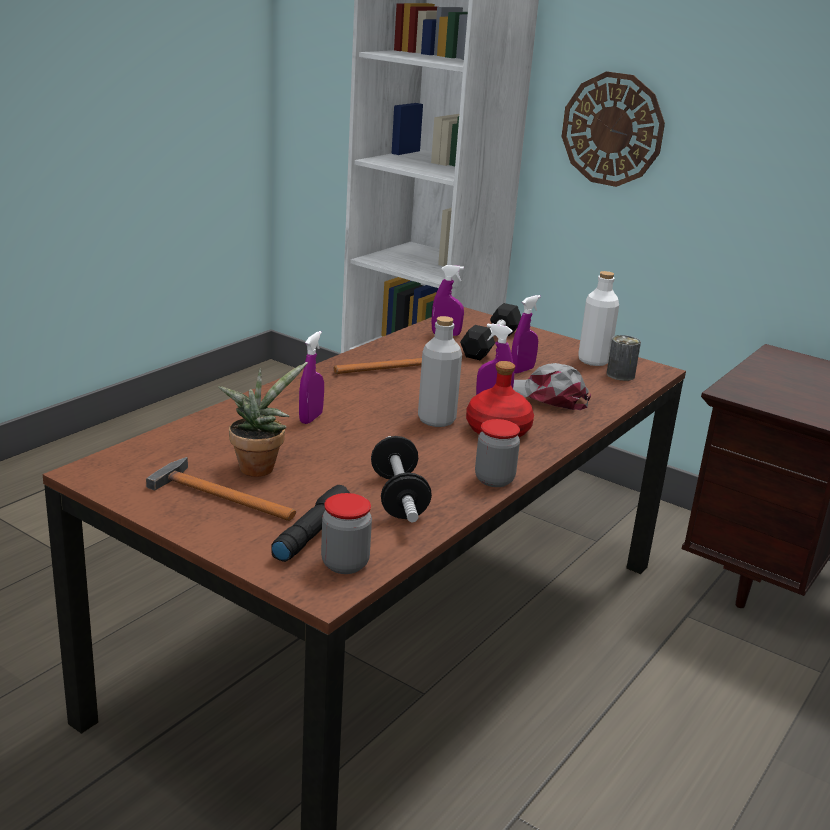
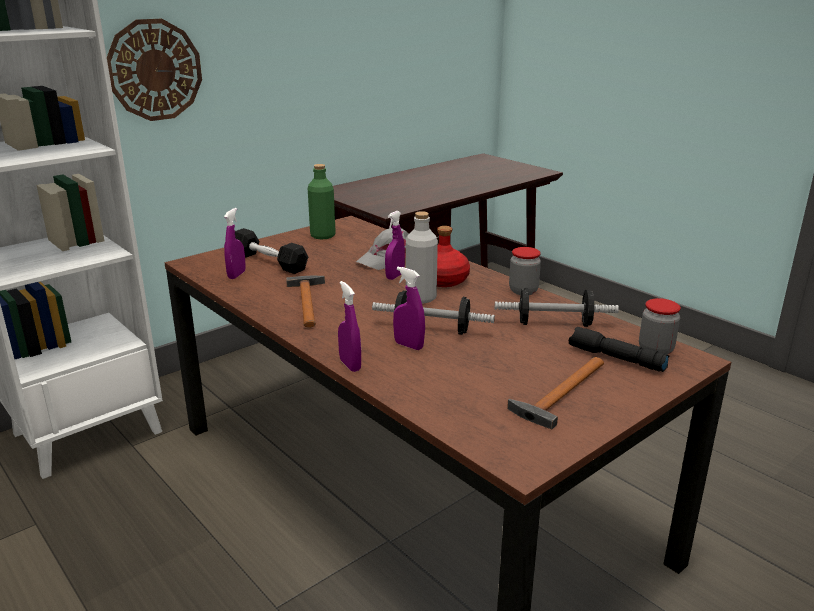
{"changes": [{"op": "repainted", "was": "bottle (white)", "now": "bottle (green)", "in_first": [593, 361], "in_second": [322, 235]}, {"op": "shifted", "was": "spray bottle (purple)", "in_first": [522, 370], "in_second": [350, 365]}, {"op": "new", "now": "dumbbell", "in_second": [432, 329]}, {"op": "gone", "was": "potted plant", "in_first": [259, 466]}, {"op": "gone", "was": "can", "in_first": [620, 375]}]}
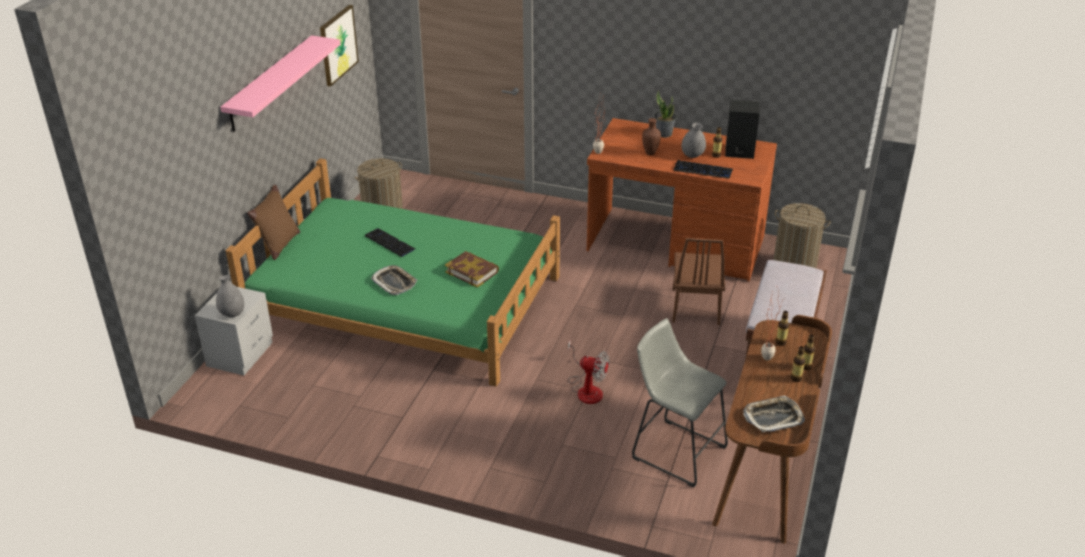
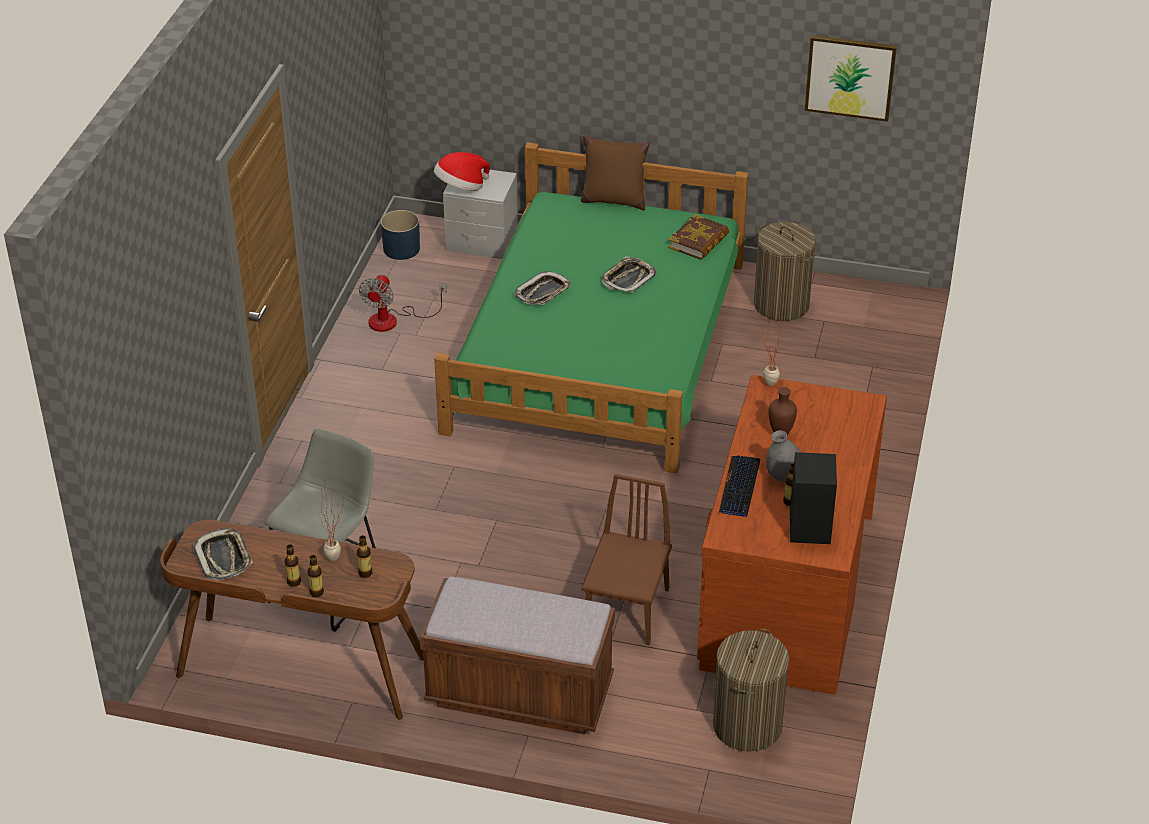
{"changes": [{"op": "shifted", "was": "fan", "in_first": [586, 389], "in_second": [393, 320]}, {"op": "new", "now": "planter (blue)", "in_second": [401, 249]}, {"op": "swapped", "was": "vase (grey)", "now": "hat", "in_first": [232, 314], "in_second": [461, 187]}, {"op": "rotated", "was": "chair (brown)", "in_first": [695, 306], "in_second": [626, 610], "clockwise": 105}, {"op": "swapped", "was": "keyboard", "now": "tray", "in_first": [390, 243], "in_second": [628, 279]}, {"op": "shifted", "was": "book", "in_first": [472, 272], "in_second": [699, 242]}, {"op": "gone", "was": "shelf (pink)", "in_first": [270, 83]}, {"op": "gone", "was": "potted plant", "in_first": [664, 133]}]}
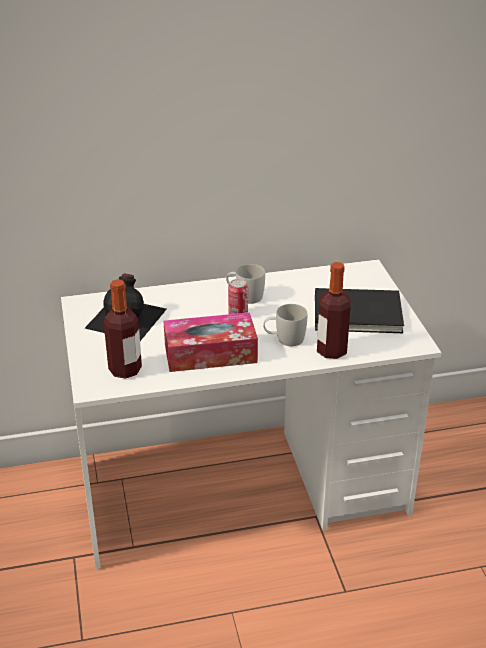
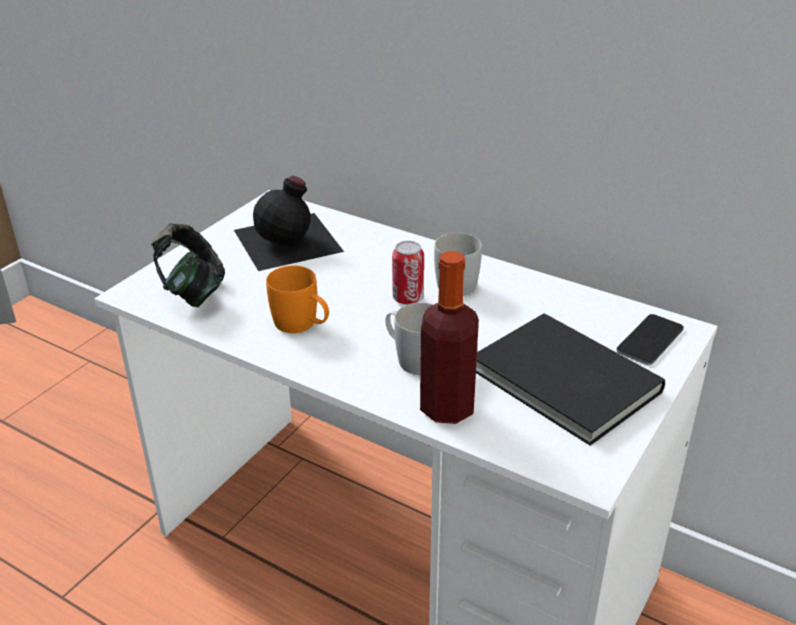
{"changes": [{"op": "swapped", "was": "bottle", "now": "headphones", "in_first": [125, 370], "in_second": [193, 292]}, {"op": "swapped", "was": "tissue box", "now": "mug (orange)", "in_first": [210, 353], "in_second": [302, 325]}, {"op": "new", "now": "phone", "in_second": [650, 340]}]}
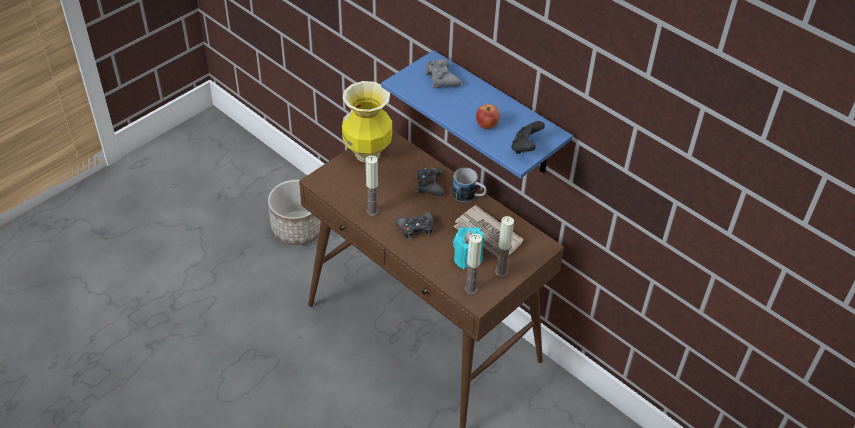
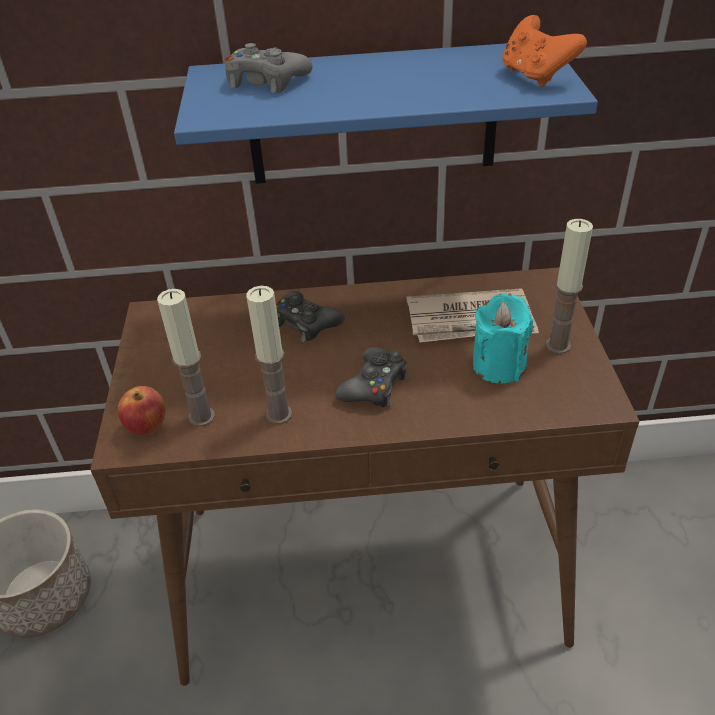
{"changes": [{"op": "shifted", "was": "apple", "in_first": [487, 125], "in_second": [147, 426]}, {"op": "shifted", "was": "candle", "in_first": [471, 289], "in_second": [201, 417]}, {"op": "repainted", "was": "game controller (black)", "now": "game controller (orange)", "in_first": [525, 147], "in_second": [535, 76]}, {"op": "gone", "was": "vase", "in_first": [367, 153]}, {"op": "gone", "was": "mug", "in_first": [469, 196]}]}
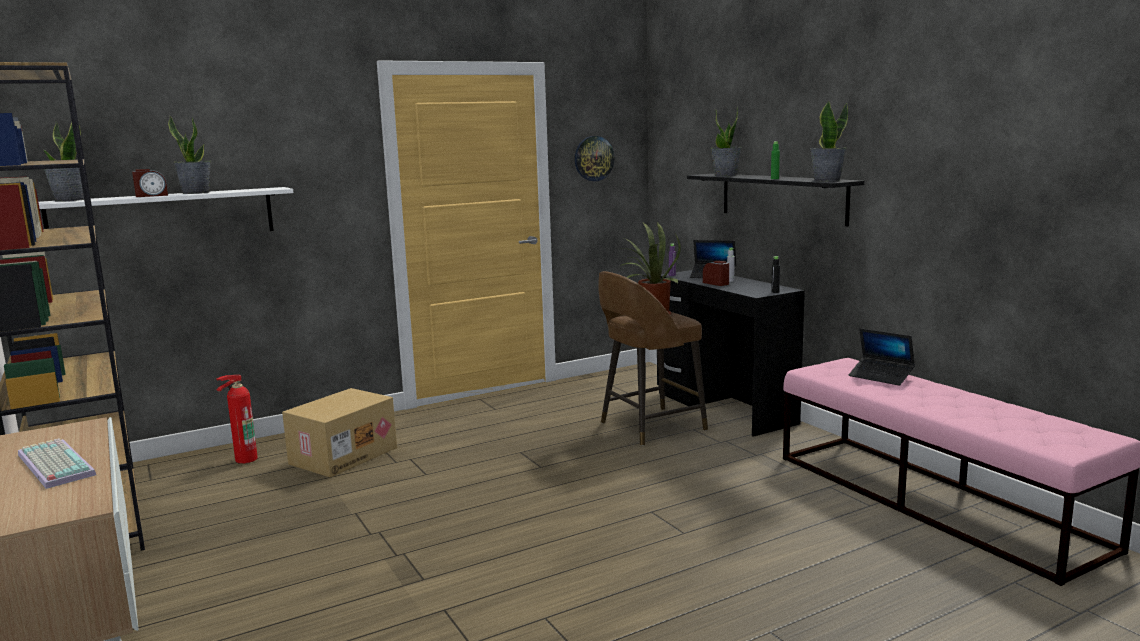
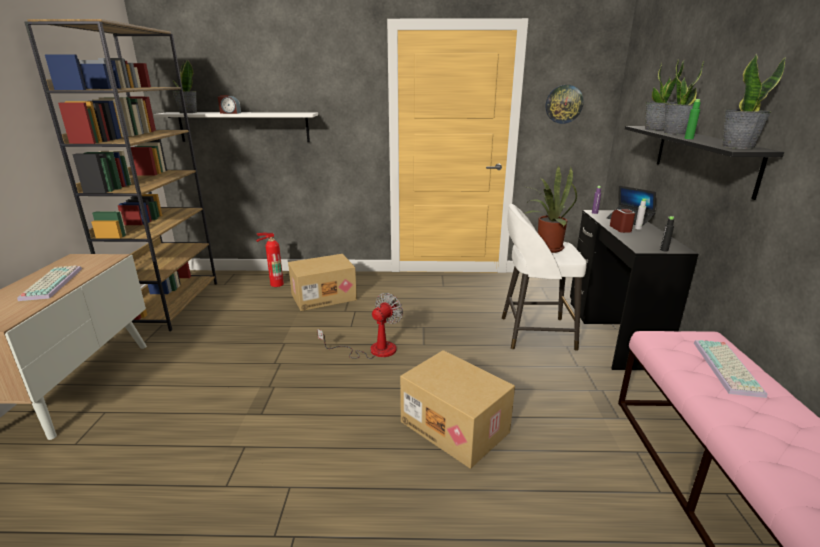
{"changes": [{"op": "new", "now": "fan", "in_second": [373, 350]}, {"op": "new", "now": "cardboard box", "in_second": [456, 426]}, {"op": "repainted", "was": "stool (brown)", "now": "stool (white)", "in_first": [650, 427], "in_second": [534, 333]}, {"op": "shifted", "was": "potted plant", "in_first": [196, 193], "in_second": [675, 133]}, {"op": "swapped", "was": "laptop", "now": "keyboard", "in_first": [881, 376], "in_second": [729, 369]}]}
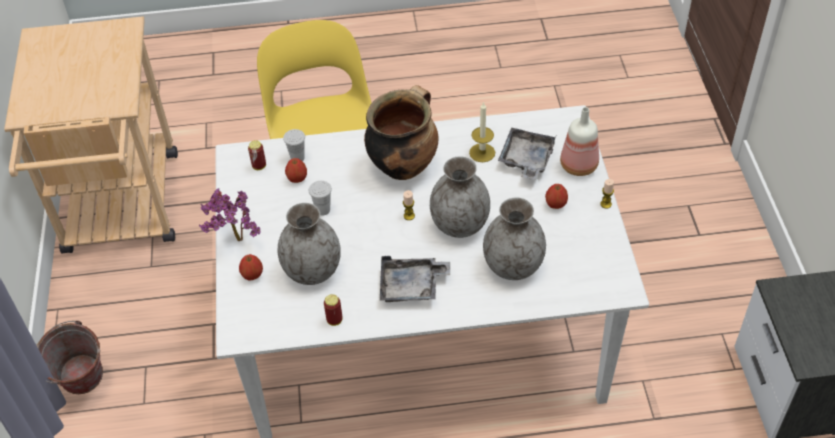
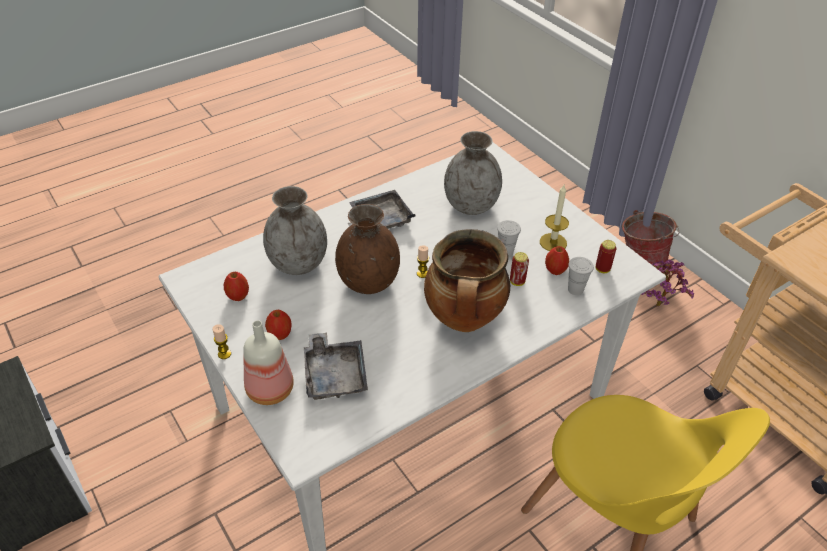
{"changes": [{"op": "shifted", "was": "apple", "in_first": [252, 275], "in_second": [238, 296]}, {"op": "repainted", "was": "vase (grey)", "now": "vase (brown)", "in_first": [459, 225], "in_second": [368, 281]}, {"op": "shifted", "was": "can", "in_first": [334, 320], "in_second": [517, 281]}, {"op": "shifted", "was": "candle", "in_first": [482, 152], "in_second": [553, 242]}, {"op": "shifted", "was": "potted plant", "in_first": [234, 241], "in_second": [659, 303]}]}
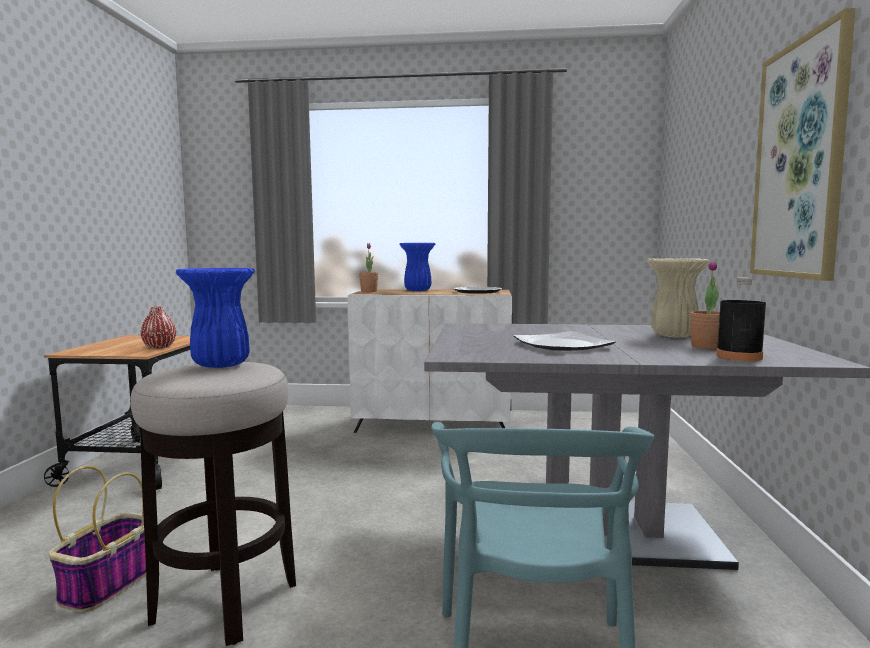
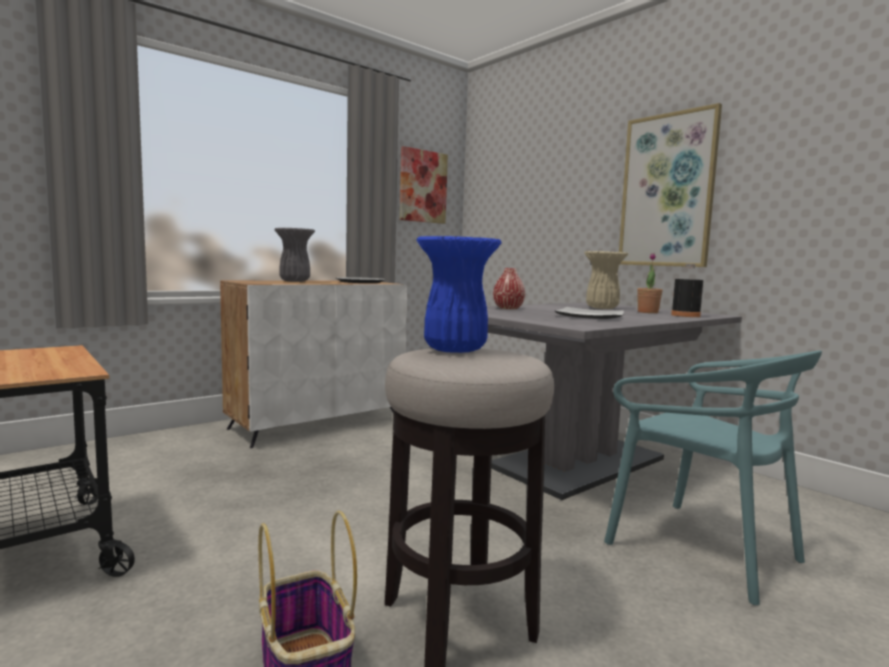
{"changes": [{"op": "repainted", "was": "vase (blue)", "now": "vase (grey)", "in_first": [418, 290], "in_second": [295, 281]}, {"op": "new", "now": "picture", "in_second": [423, 186]}, {"op": "shifted", "was": "vase (red)", "in_first": [159, 347], "in_second": [508, 308]}, {"op": "gone", "was": "potted plant", "in_first": [369, 291]}]}
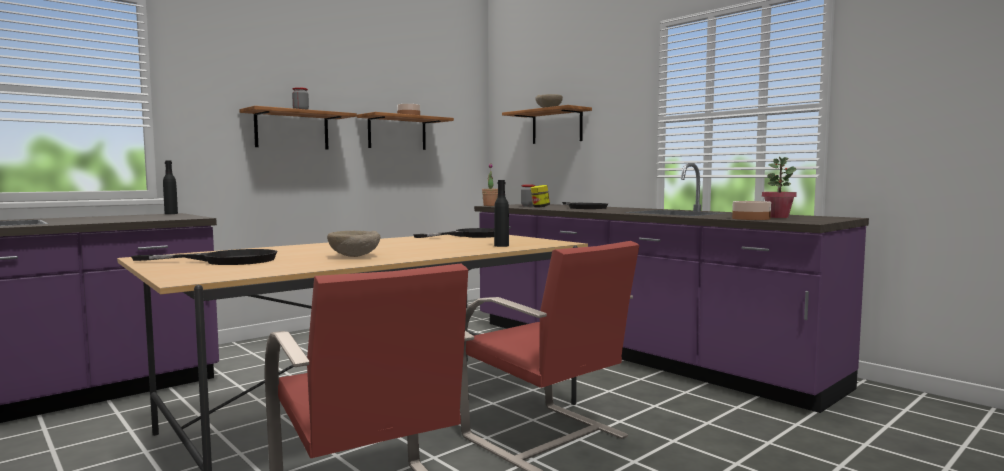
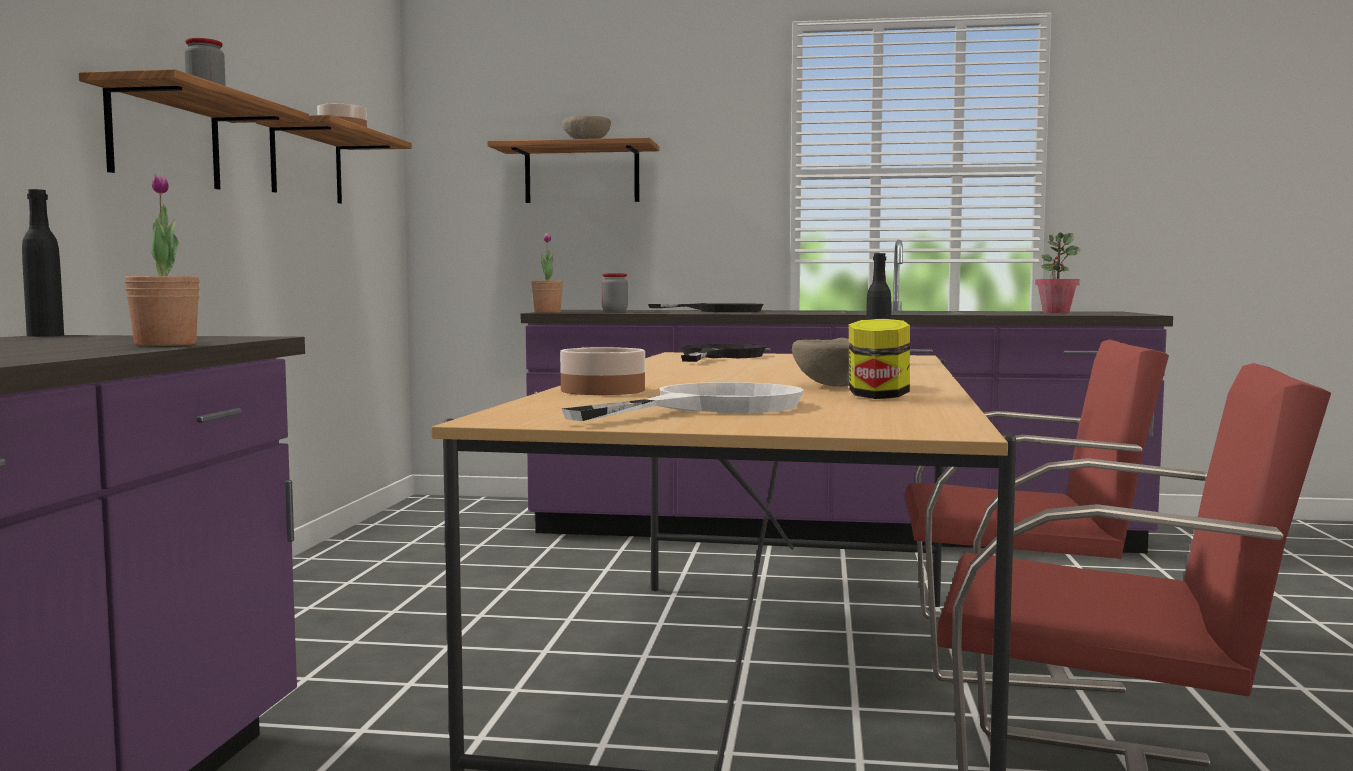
{"changes": [{"op": "new", "now": "potted plant", "in_second": [165, 344]}, {"op": "shifted", "was": "bowl", "in_first": [751, 218], "in_second": [603, 390]}, {"op": "repainted", "was": "frying pan (black)", "now": "frying pan (white)", "in_first": [226, 260], "in_second": [710, 407]}, {"op": "shifted", "was": "jar", "in_first": [540, 207], "in_second": [878, 397]}]}
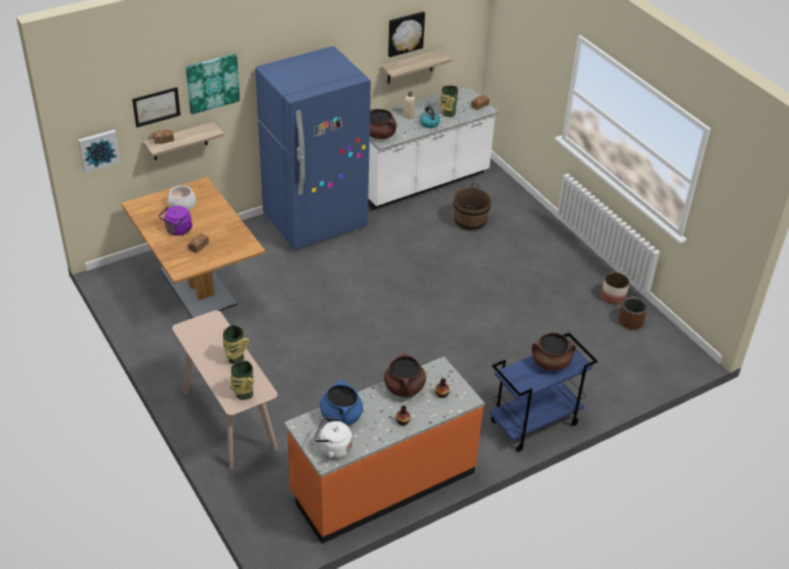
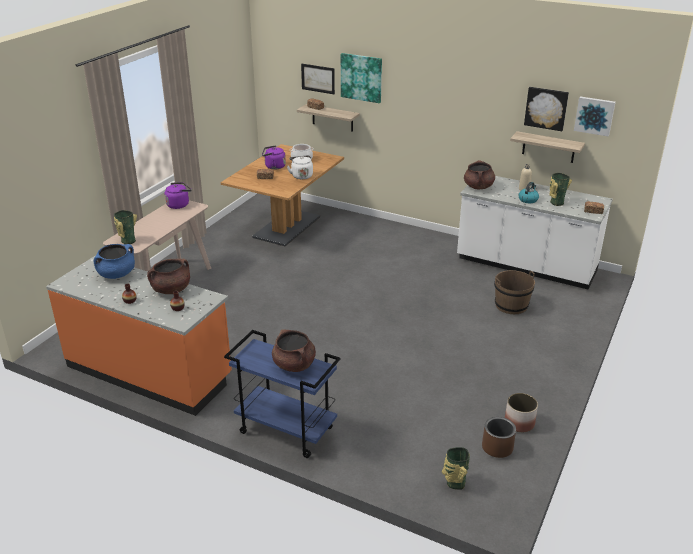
{"changes": [{"op": "new", "now": "kettle (purple)", "in_second": [179, 204]}, {"op": "shifted", "was": "kettle (white)", "in_first": [333, 449], "in_second": [301, 175]}, {"op": "shifted", "was": "vase", "in_first": [235, 358], "in_second": [454, 483]}, {"op": "shifted", "was": "picture", "in_first": [98, 150], "in_second": [594, 115]}, {"op": "gone", "was": "fridge (blue)", "in_first": [315, 222]}]}
